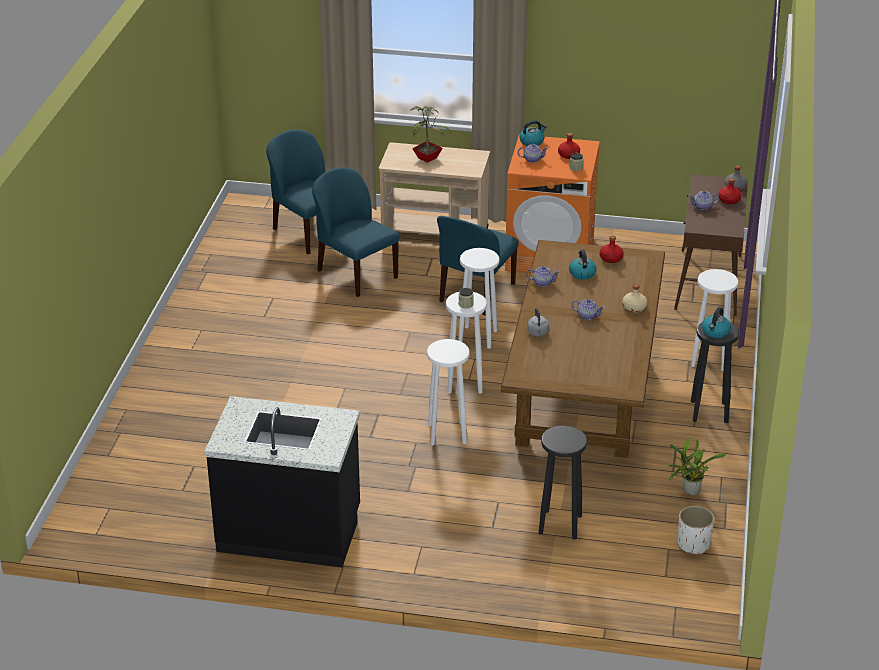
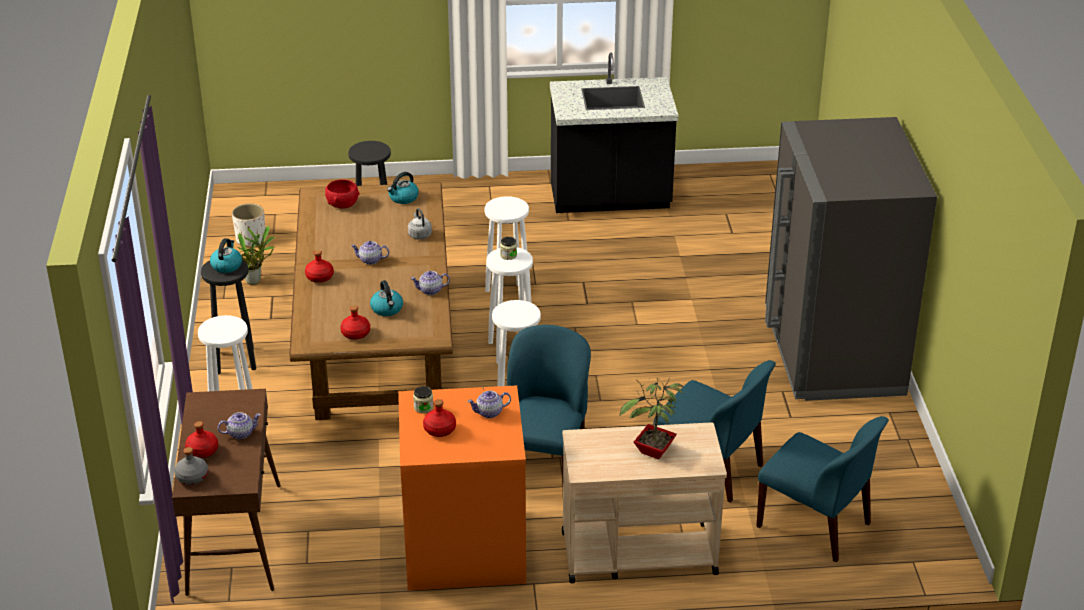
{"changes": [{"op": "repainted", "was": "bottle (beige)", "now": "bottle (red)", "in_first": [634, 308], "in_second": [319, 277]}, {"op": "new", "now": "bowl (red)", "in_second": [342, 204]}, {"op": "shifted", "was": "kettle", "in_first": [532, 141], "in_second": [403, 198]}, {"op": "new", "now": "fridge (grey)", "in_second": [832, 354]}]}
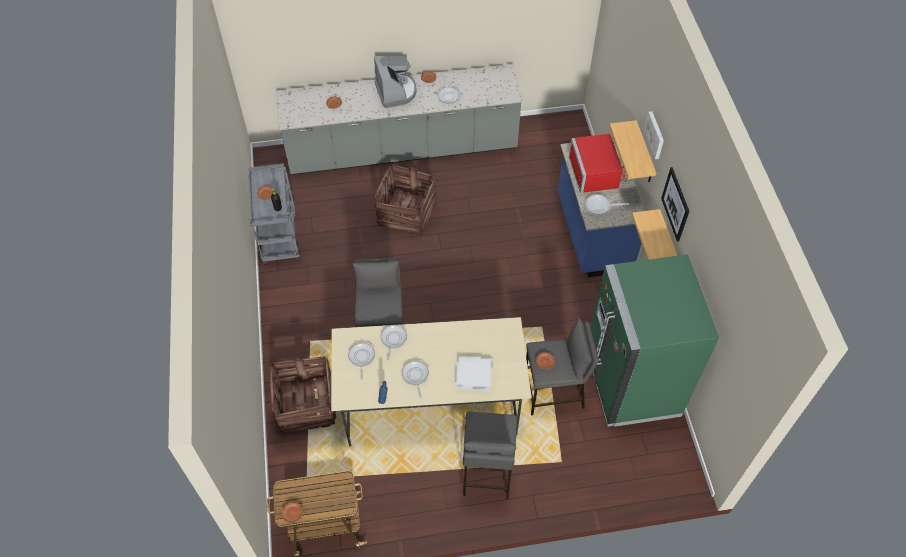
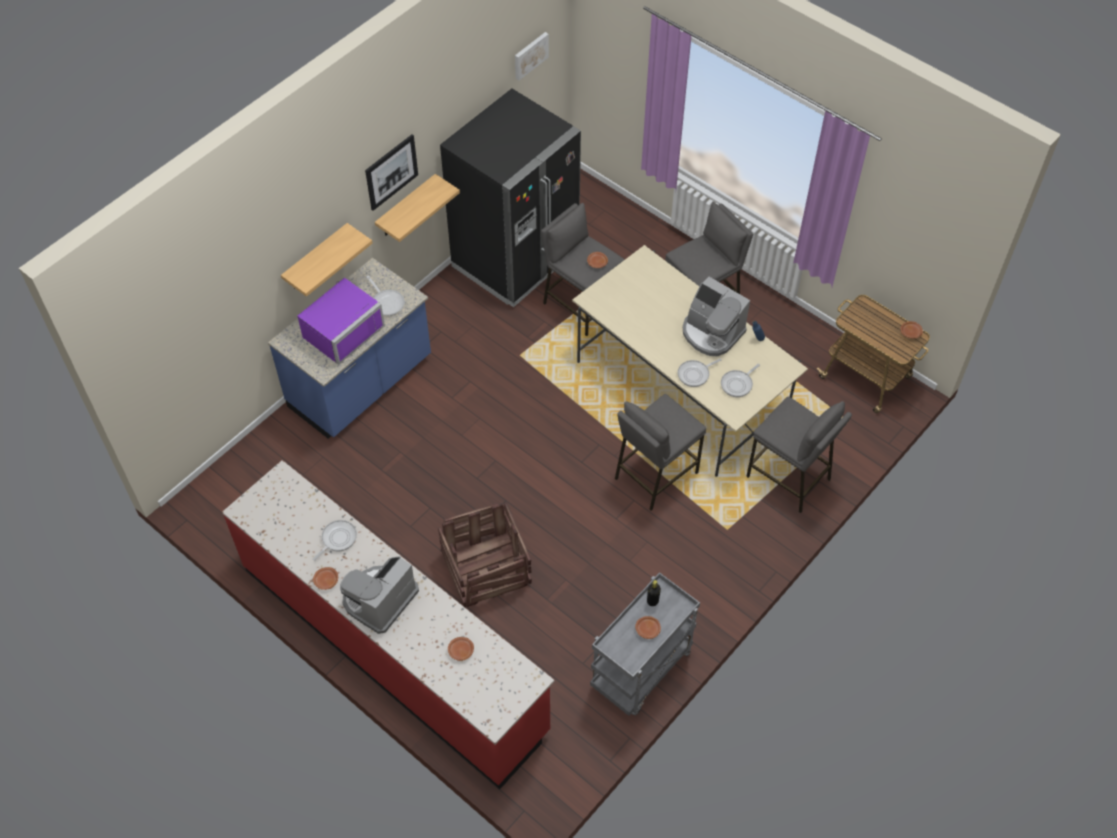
{"changes": [{"op": "repainted", "was": "counter (grey)", "now": "counter (red)", "in_first": [402, 150], "in_second": [394, 648]}, {"op": "repainted", "was": "microwave (red)", "now": "microwave (purple)", "in_first": [597, 173], "in_second": [340, 329]}, {"op": "repainted", "was": "fridge (green)", "now": "fridge (black)", "in_first": [631, 383], "in_second": [515, 259]}, {"op": "shifted", "was": "picture", "in_first": [655, 135], "in_second": [530, 55]}, {"op": "swapped", "was": "frying pan", "now": "coffee machine", "in_first": [415, 376], "in_second": [711, 333]}, {"op": "swapped", "was": "crate", "now": "stool (grey)", "in_first": [306, 404], "in_second": [788, 478]}, {"op": "gone", "was": "tray (white)", "in_first": [473, 375]}]}
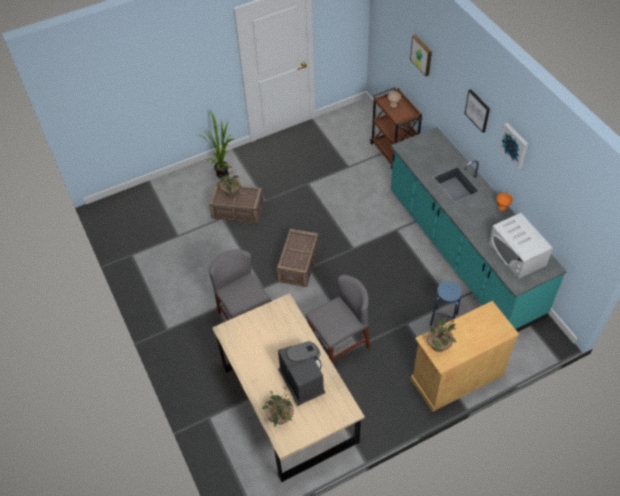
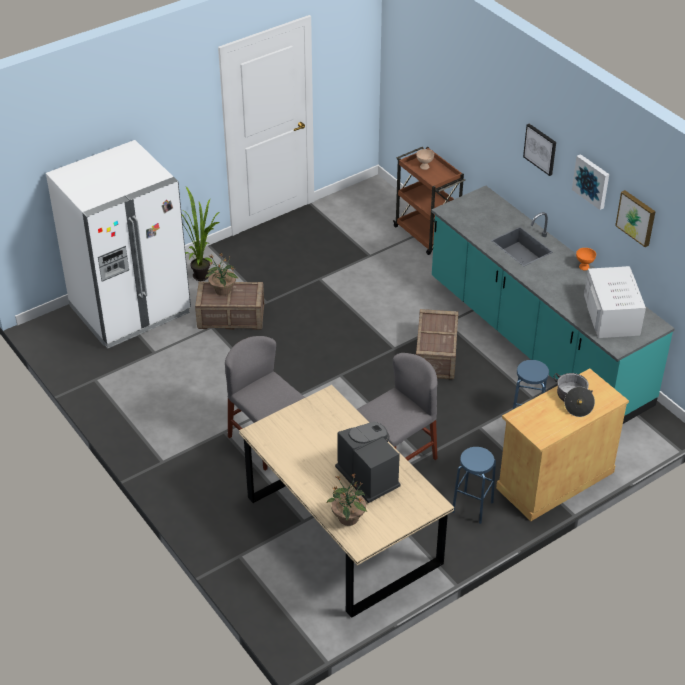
{"changes": [{"op": "new", "now": "fridge (white)", "in_second": [130, 310]}, {"op": "shifted", "was": "crate", "in_first": [298, 264], "in_second": [435, 355]}, {"op": "new", "now": "stool (blue)", "in_second": [472, 507]}, {"op": "new", "now": "cooking pot", "in_second": [573, 400]}, {"op": "rotated", "was": "microwave (white)", "in_first": [517, 254], "in_second": [611, 315], "clockwise": -150}, {"op": "shifted", "was": "picture", "in_first": [422, 55], "in_second": [636, 217]}, {"op": "gone", "was": "potted plant", "in_first": [439, 344]}]}
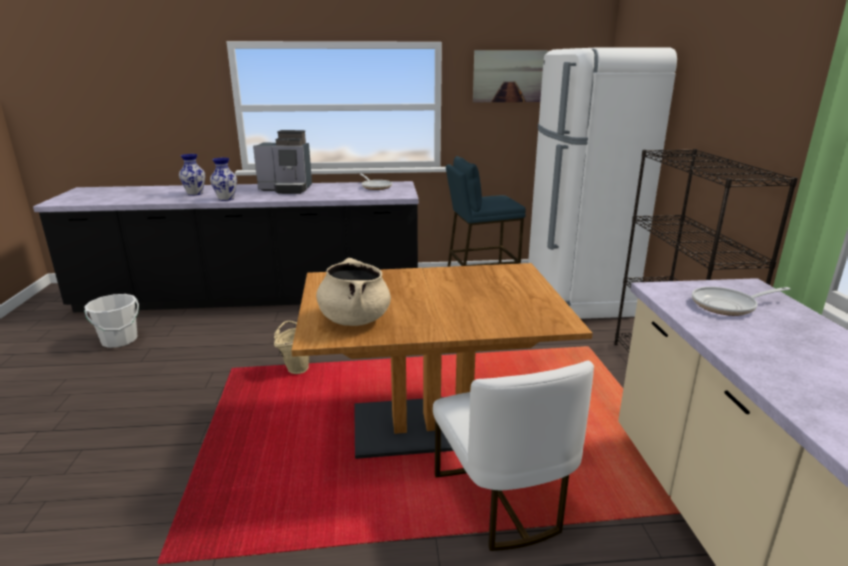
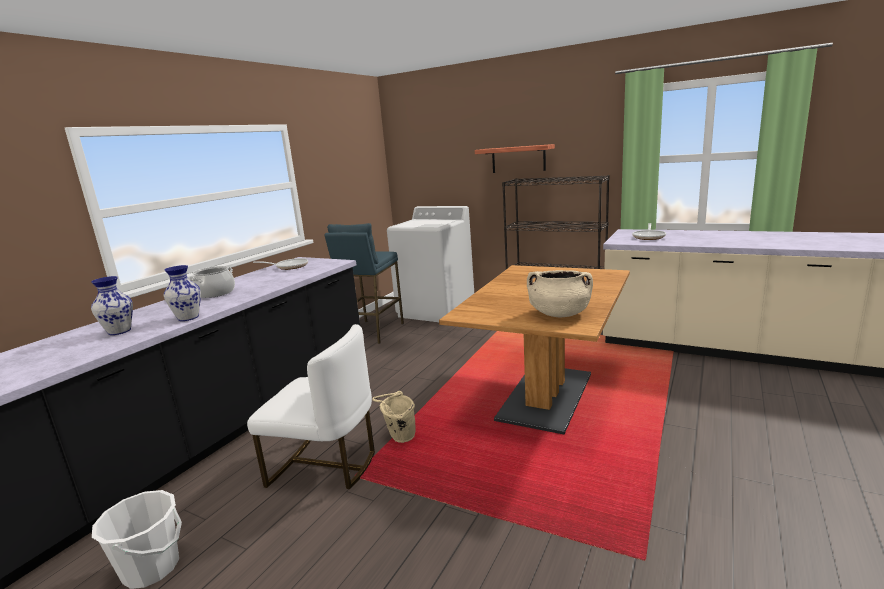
{"changes": [{"op": "swapped", "was": "coffee machine", "now": "cooking pot", "in_first": [287, 189], "in_second": [215, 293]}, {"op": "shifted", "was": "chair (white)", "in_first": [502, 501], "in_second": [325, 465]}, {"op": "swapped", "was": "fridge (white)", "now": "washing machine (white)", "in_first": [575, 297], "in_second": [436, 310]}, {"op": "new", "now": "shelf", "in_second": [518, 159]}, {"op": "gone", "was": "picture", "in_first": [509, 76]}]}
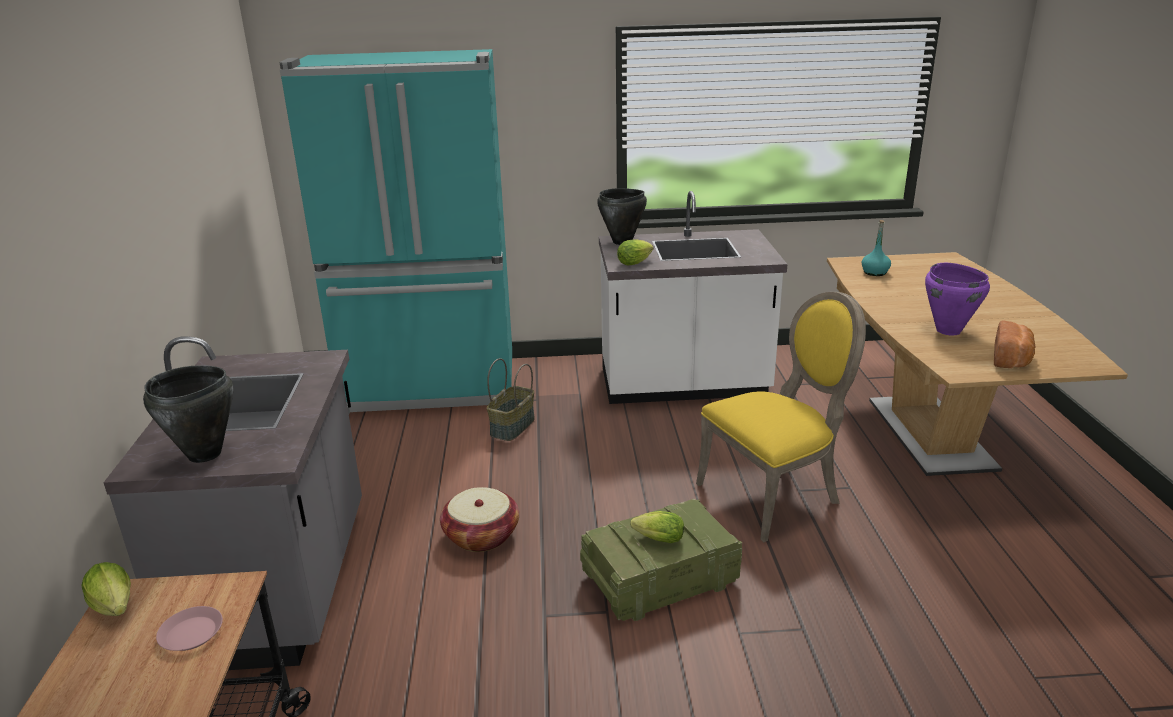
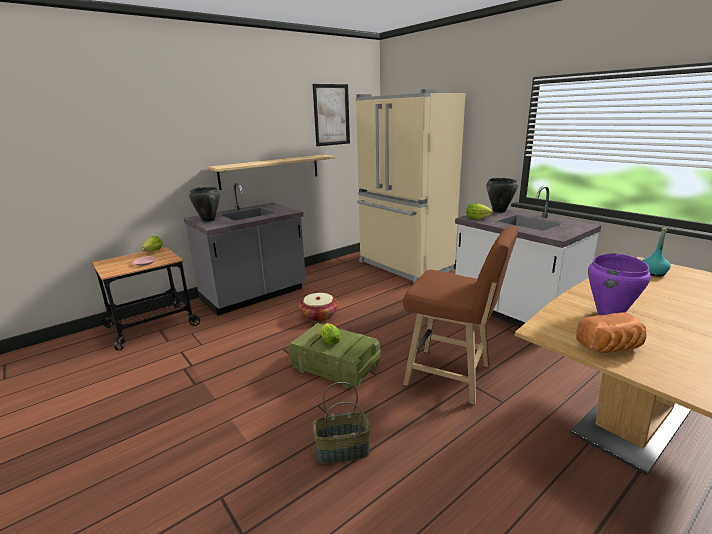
{"changes": [{"op": "new", "now": "shelf", "in_second": [270, 171]}, {"op": "new", "now": "picture", "in_second": [331, 115]}, {"op": "shifted", "was": "basket", "in_first": [513, 427], "in_second": [342, 451]}, {"op": "repainted", "was": "fridge (turquoise)", "now": "fridge (beige)", "in_first": [431, 388], "in_second": [404, 266]}, {"op": "swapped", "was": "chair (yellow)", "now": "stool (brown)", "in_first": [774, 494], "in_second": [453, 376]}]}
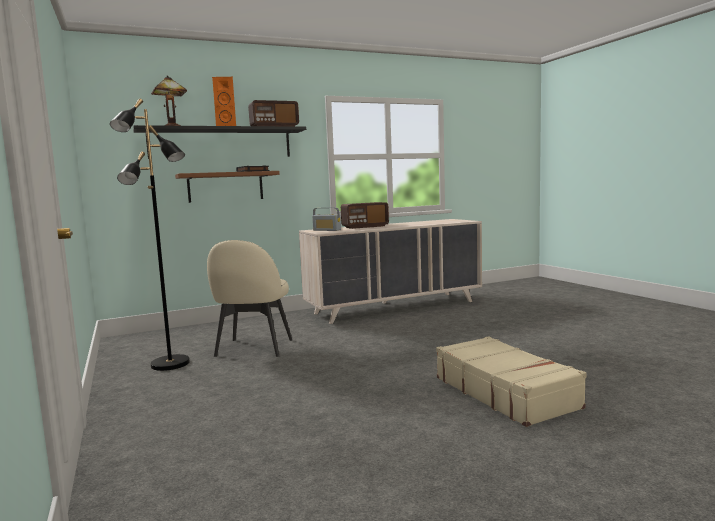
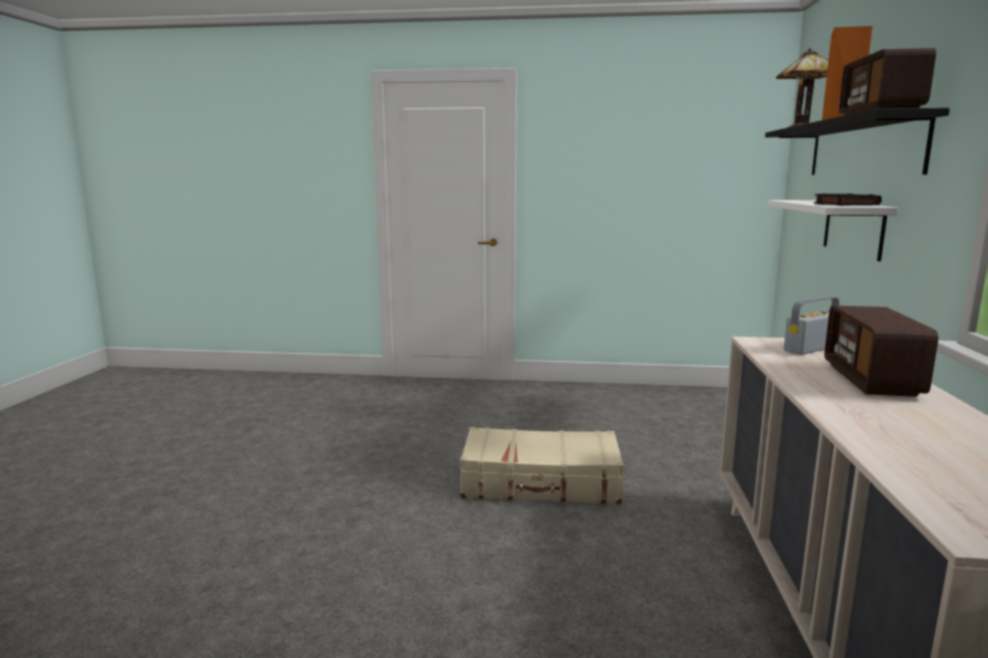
{"changes": [{"op": "shifted", "was": "suitcase (beige)", "in_first": [505, 392], "in_second": [541, 483]}, {"op": "repainted", "was": "shelf (brown)", "now": "shelf (white)", "in_first": [225, 187], "in_second": [853, 228]}, {"op": "gone", "was": "floor lamp (black)", "in_first": [170, 364]}, {"op": "gone", "was": "chair (beige)", "in_first": [253, 348]}]}
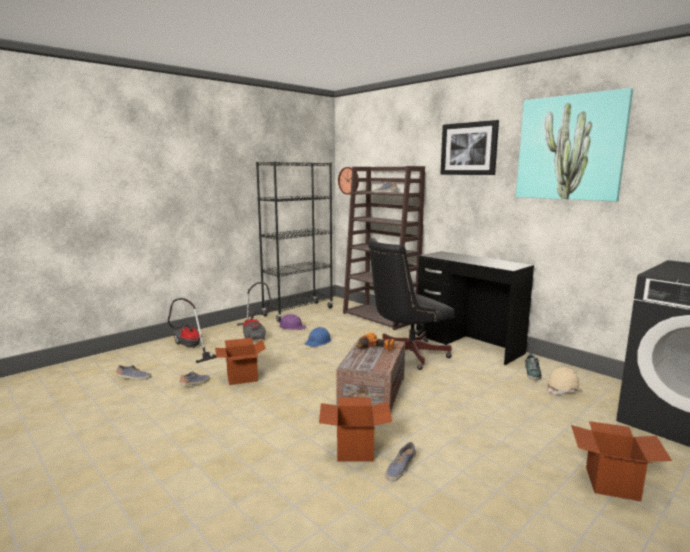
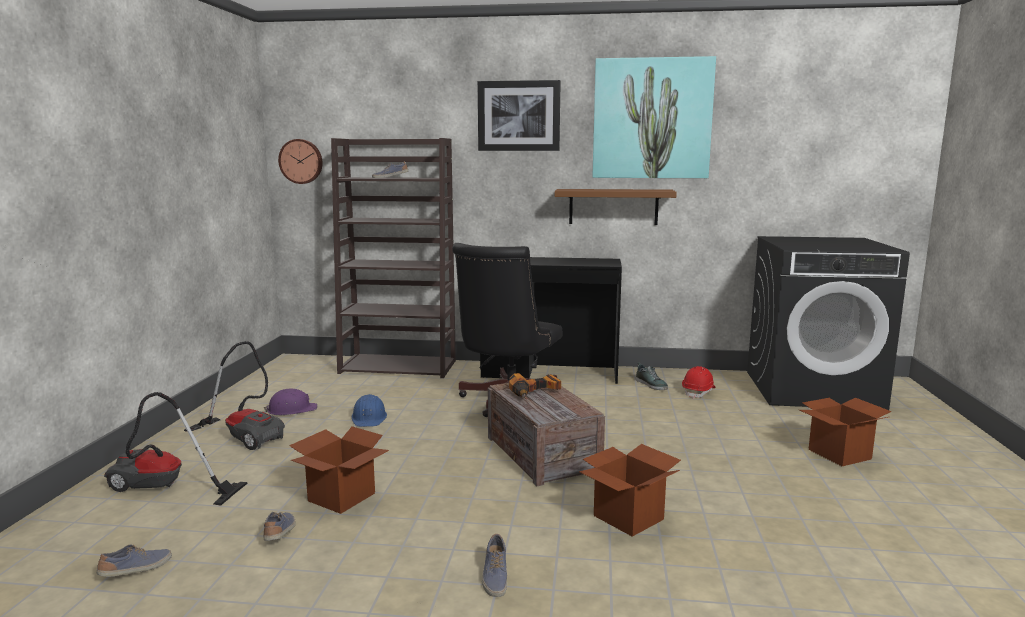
{"changes": [{"op": "shifted", "was": "shoe", "in_first": [400, 468], "in_second": [494, 576]}, {"op": "new", "now": "shelf (brown)", "in_second": [613, 206]}, {"op": "repainted", "was": "hard hat (beige)", "now": "hard hat (red)", "in_first": [564, 390], "in_second": [698, 392]}, {"op": "gone", "was": "bookcase (black)", "in_first": [298, 312]}]}
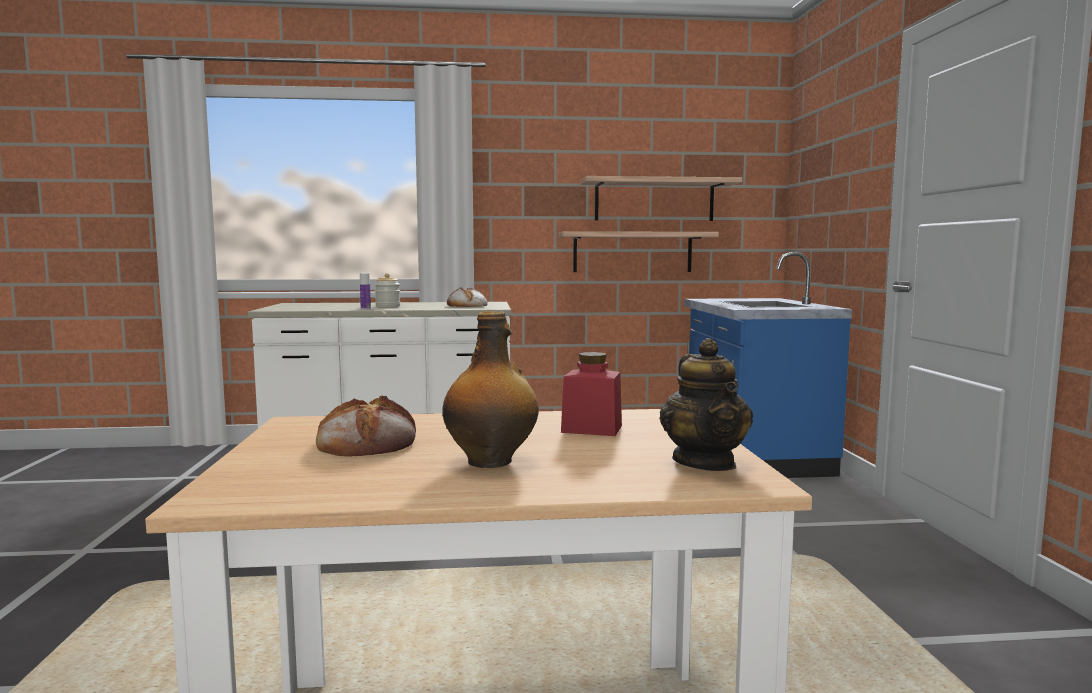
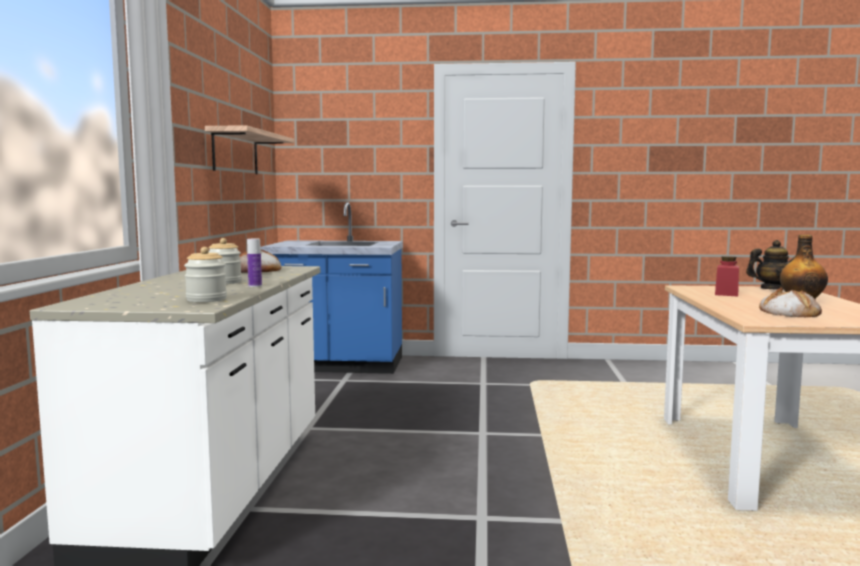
{"changes": [{"op": "new", "now": "jar", "in_second": [206, 299]}, {"op": "gone", "was": "shelf", "in_first": [632, 252]}]}
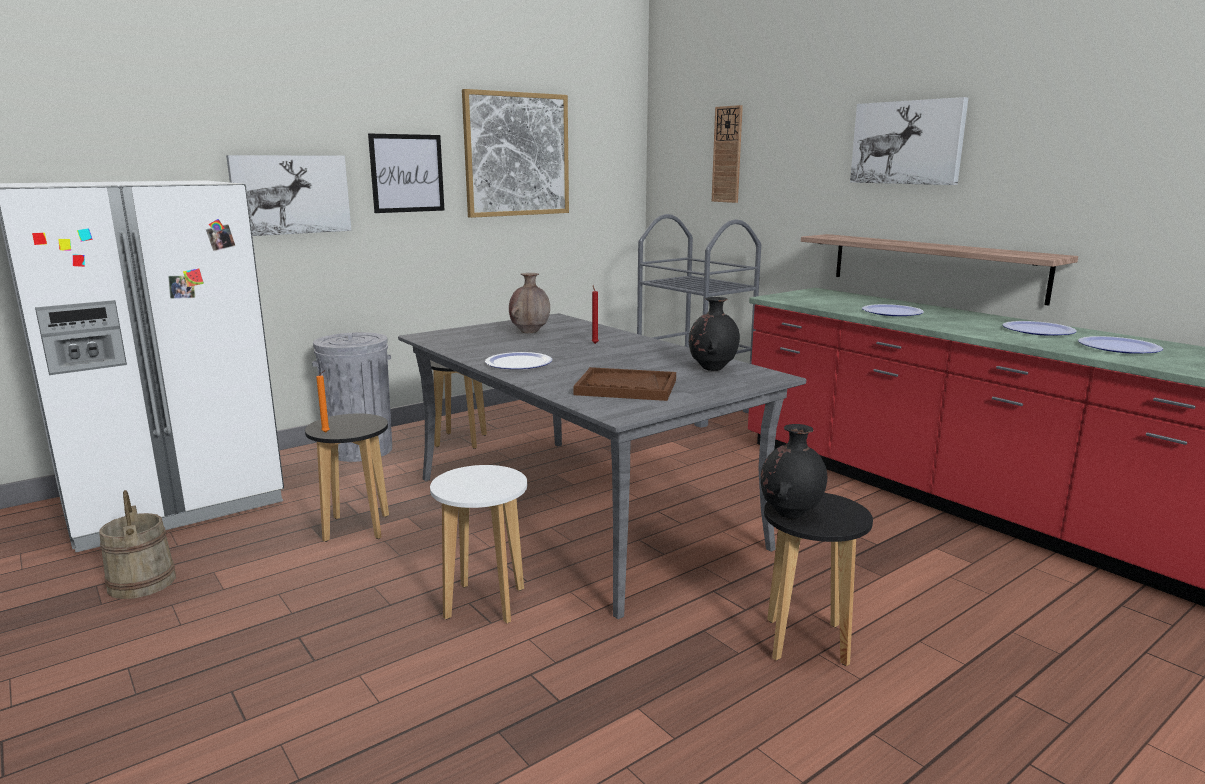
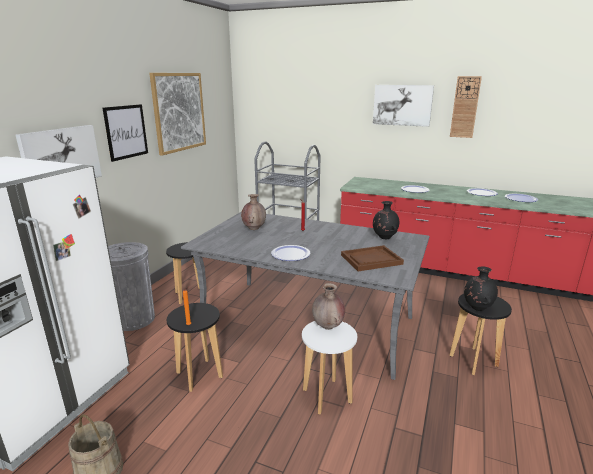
{"changes": [{"op": "new", "now": "vase (brown)", "in_second": [328, 326]}, {"op": "shifted", "was": "wall clock", "in_first": [727, 154], "in_second": [465, 107]}, {"op": "gone", "was": "shelf", "in_first": [934, 266]}]}
